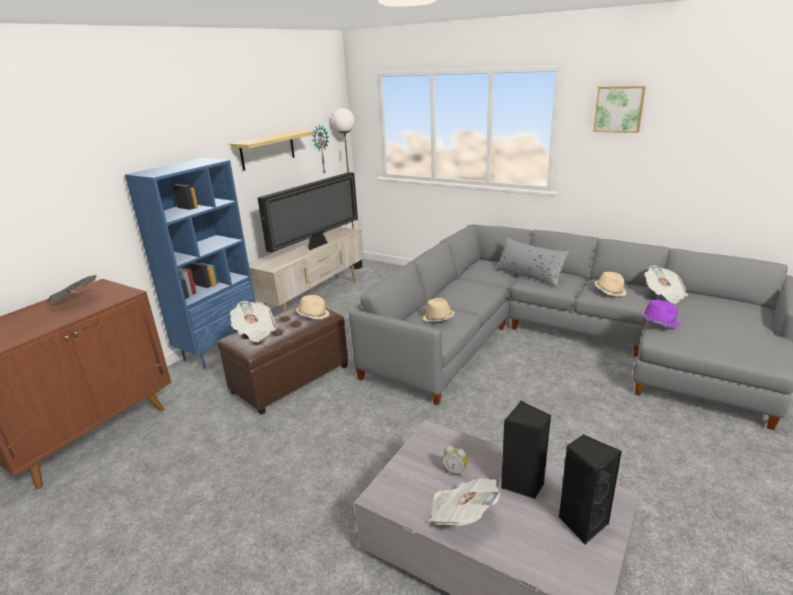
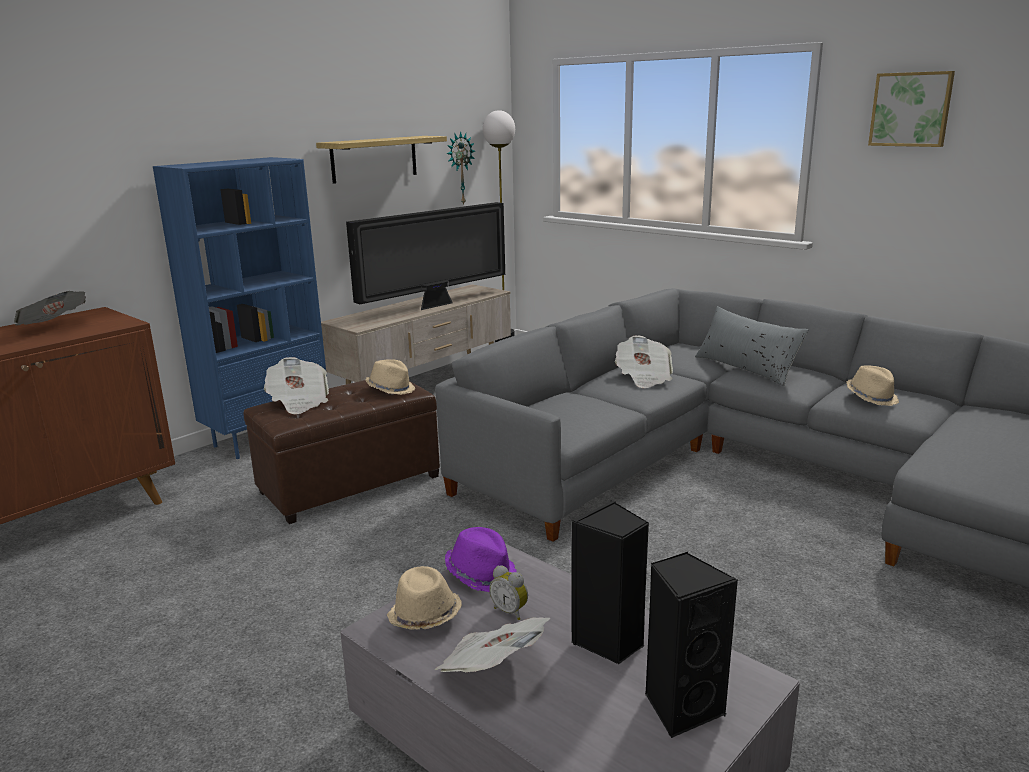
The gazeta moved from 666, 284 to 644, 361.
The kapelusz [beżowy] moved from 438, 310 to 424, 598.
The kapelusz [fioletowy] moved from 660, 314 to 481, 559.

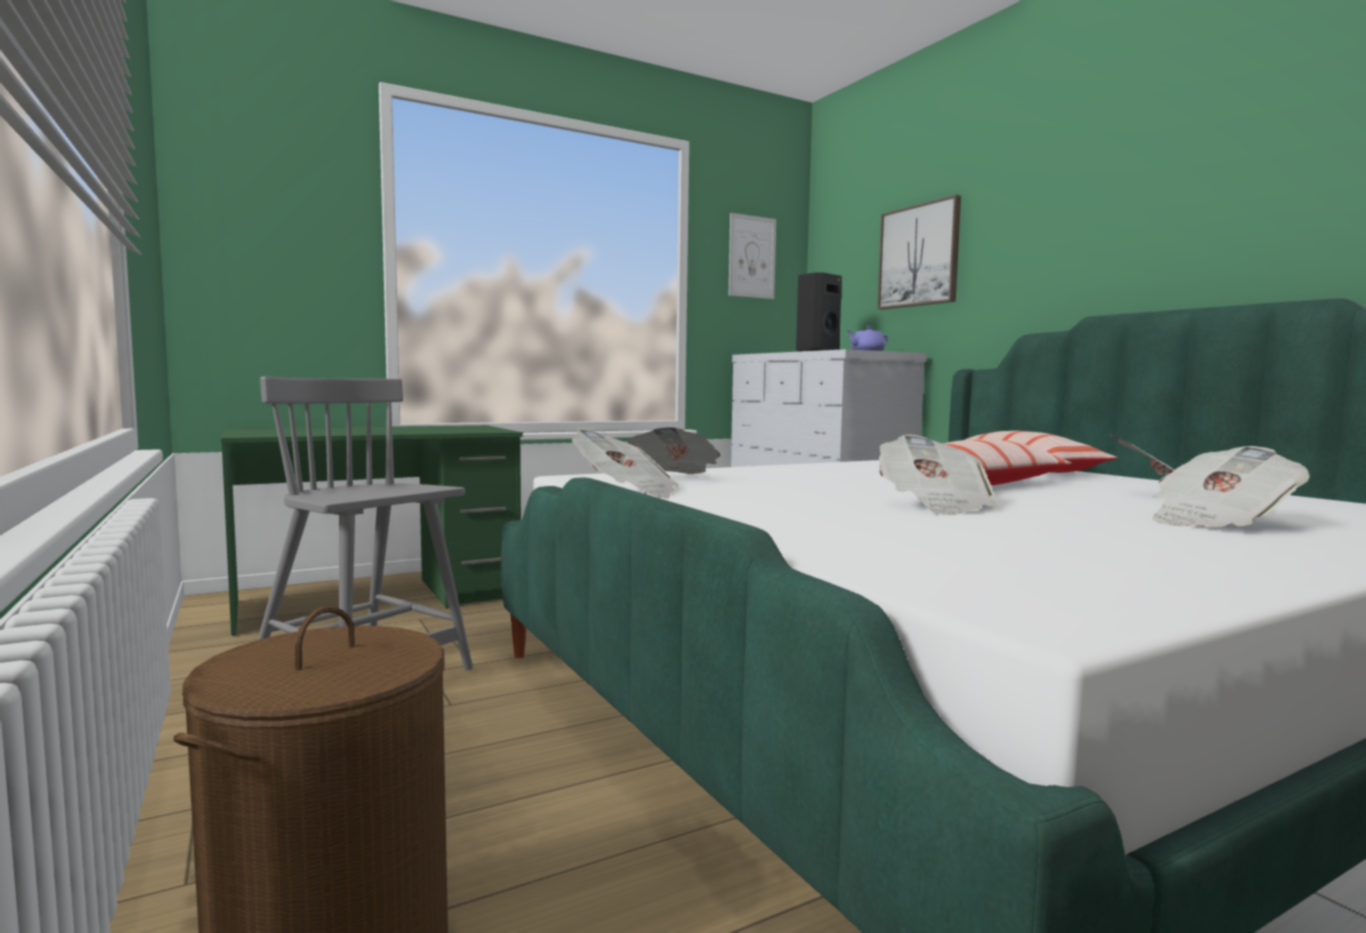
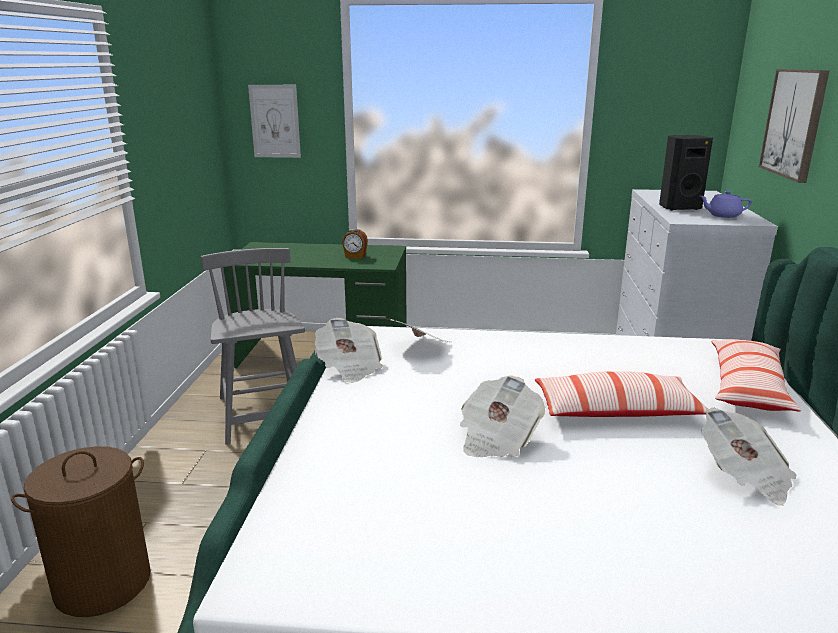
The obraz moved from 752, 256 to 274, 121.
The gazeta at 1231, 486 disappeared.
The budzik at 355, 244 appeared.

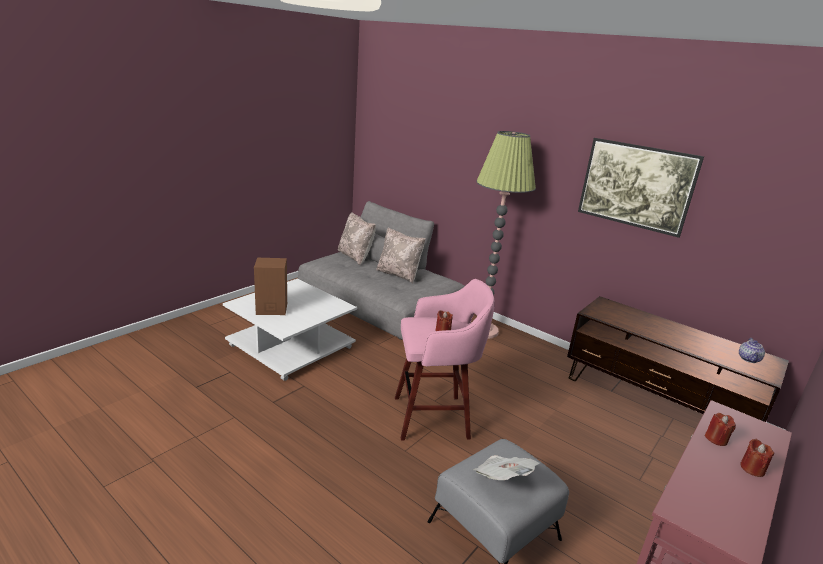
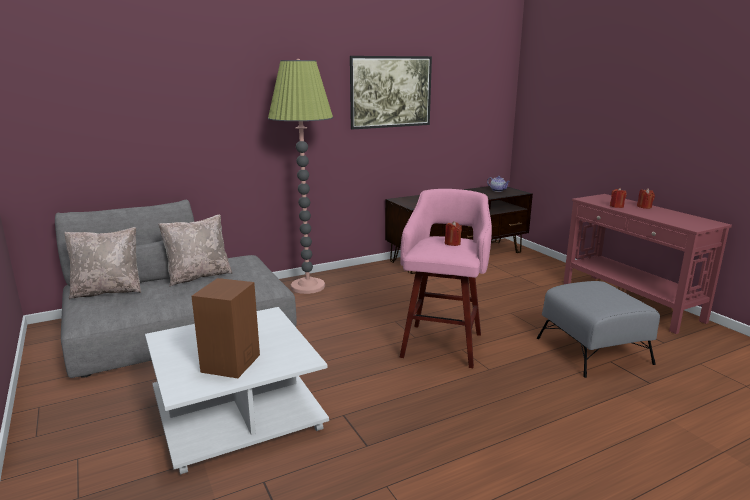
The gazeta at 506, 467 disappeared.

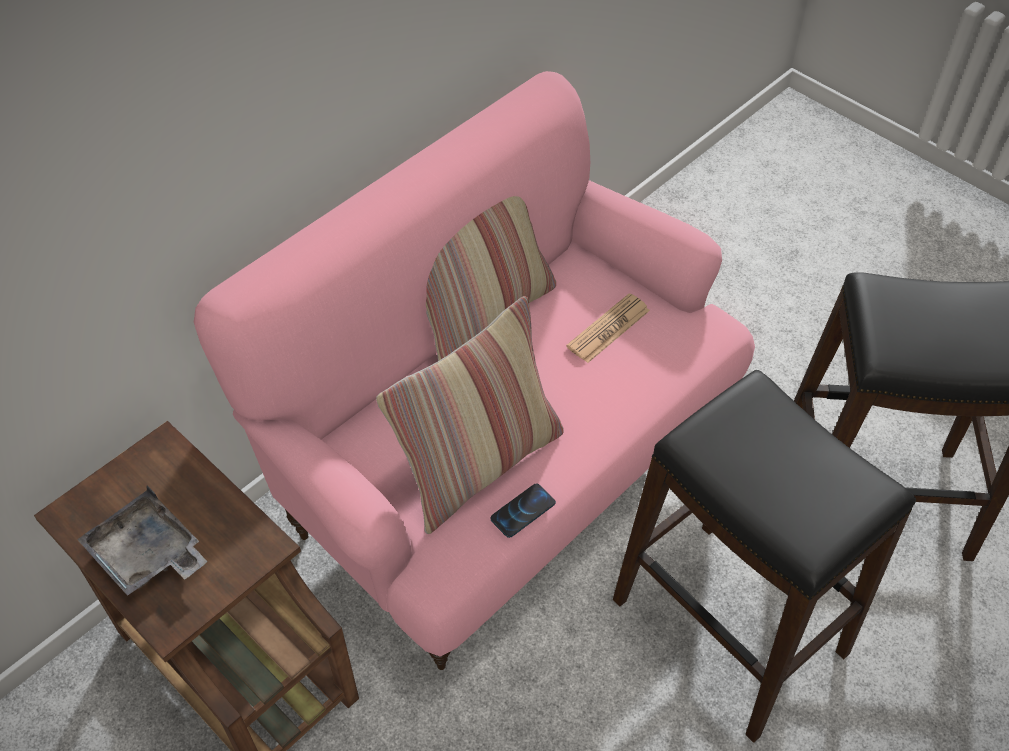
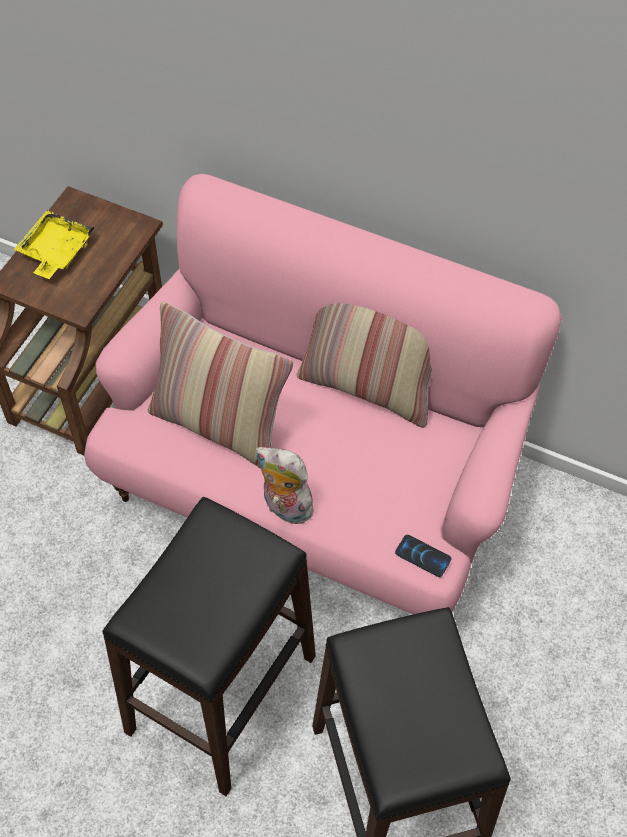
The gazeta at 608, 328 disappeared.
The telefon moved from 523, 510 to 423, 556.
The taca [szary] at 142, 541 became the taca [żółty] at 54, 244.
The pluszak at 287, 485 appeared.

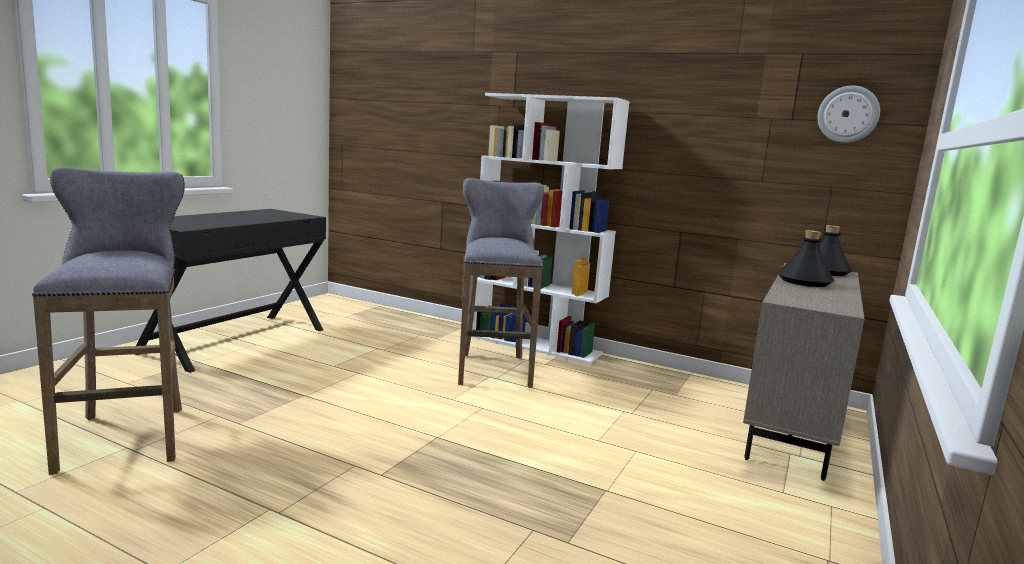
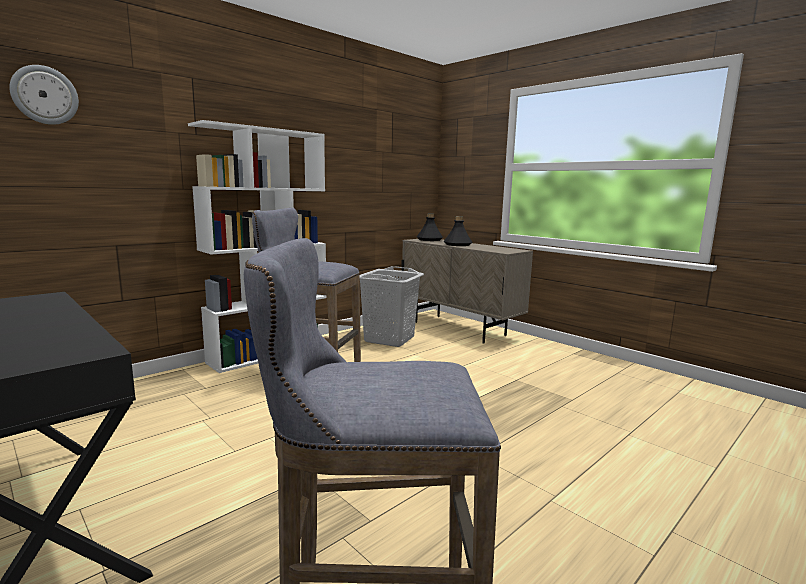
The zegar ścienny moved from 848, 114 to 44, 95.
The kosz na pranie [szary] at 392, 306 appeared.

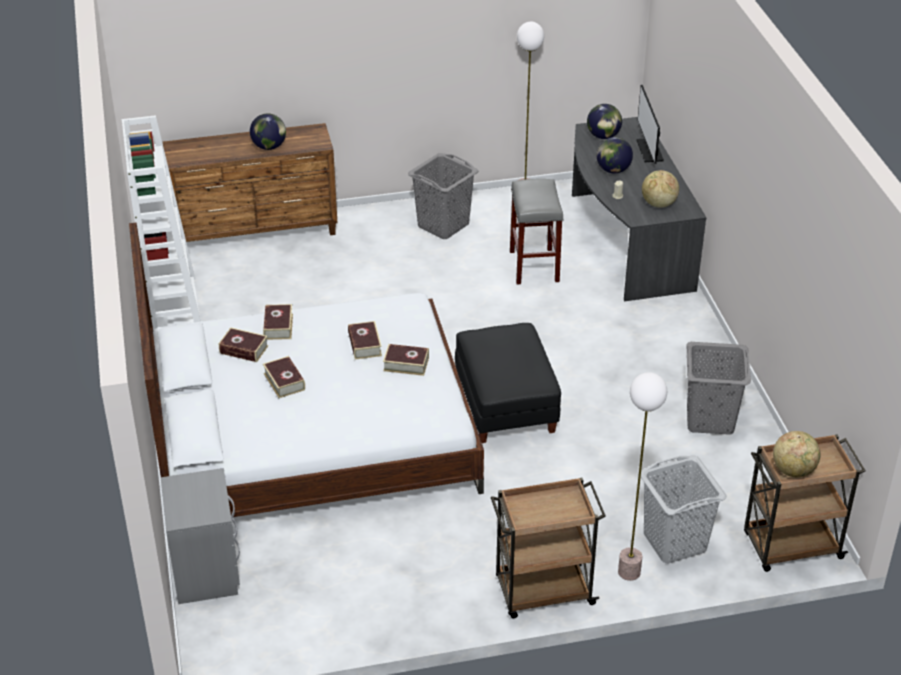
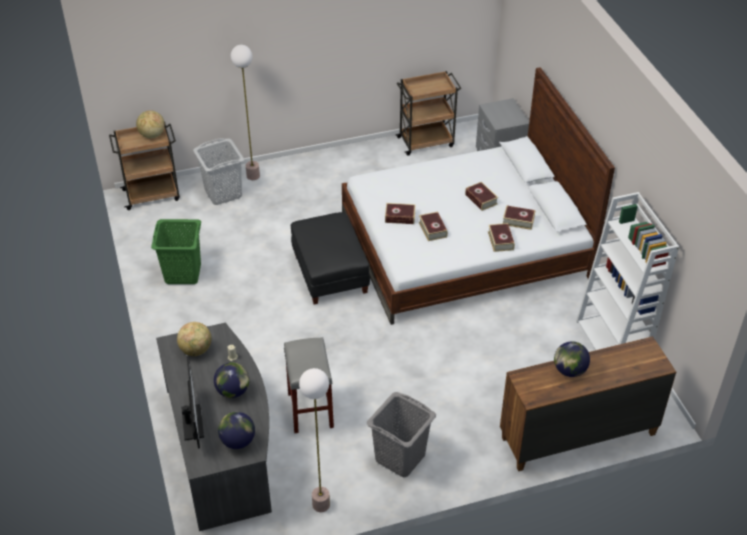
The kosz na pranie [szary] at 719, 388 became the kosz na pranie [zielony] at 176, 251.
The wózek [brązowy] moved from 548, 548 to 429, 113.

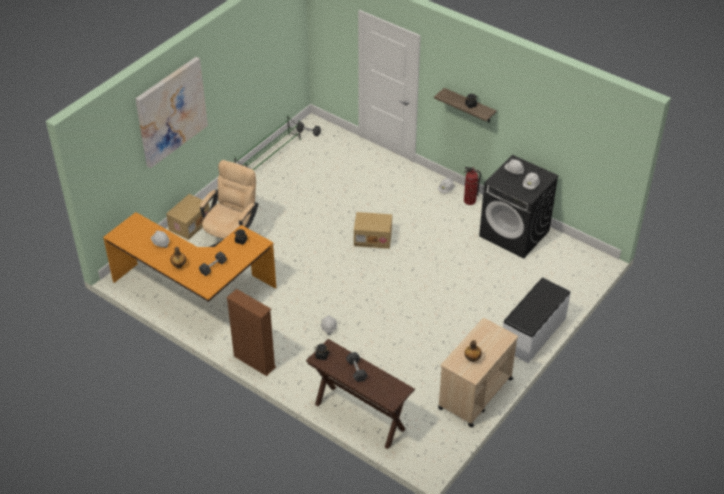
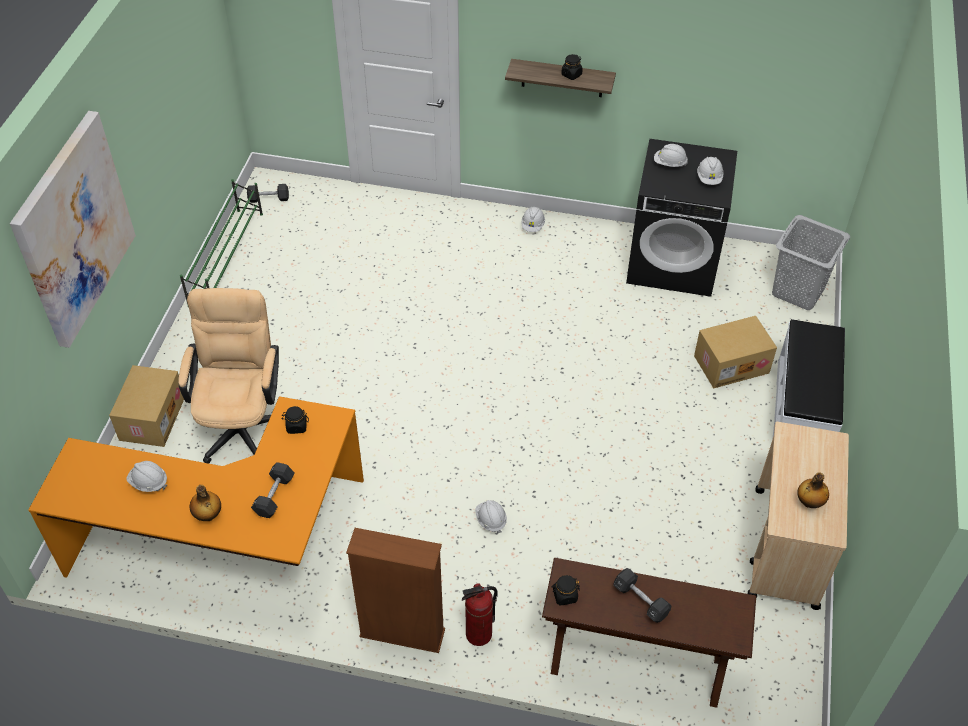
The gaśnica moved from 472, 186 to 479, 614.
The karton moved from 373, 230 to 735, 352.
The kosz na pranie [szary] at 811, 262 appeared.

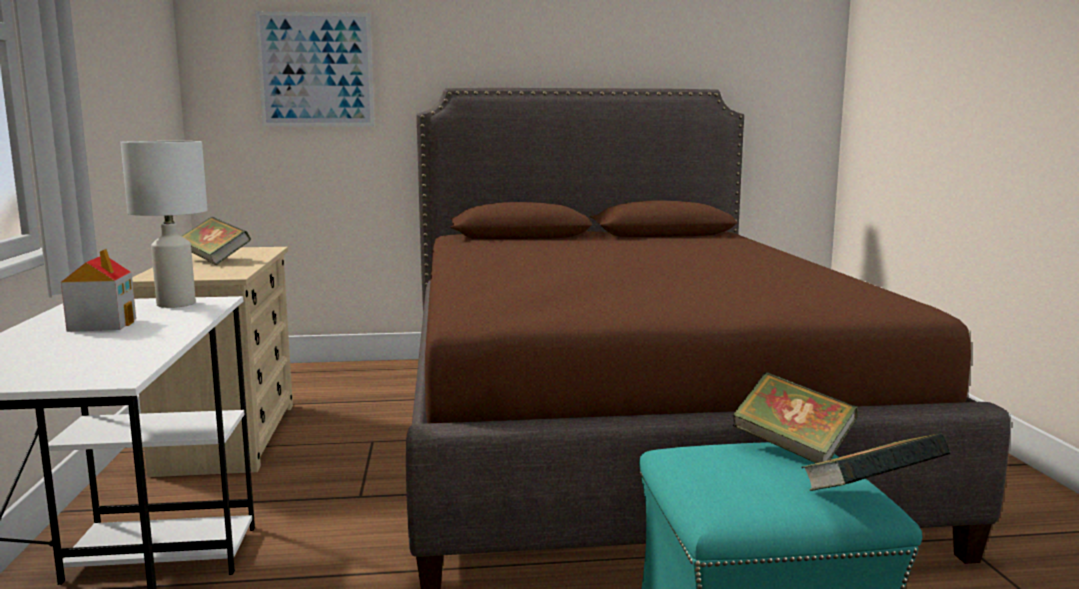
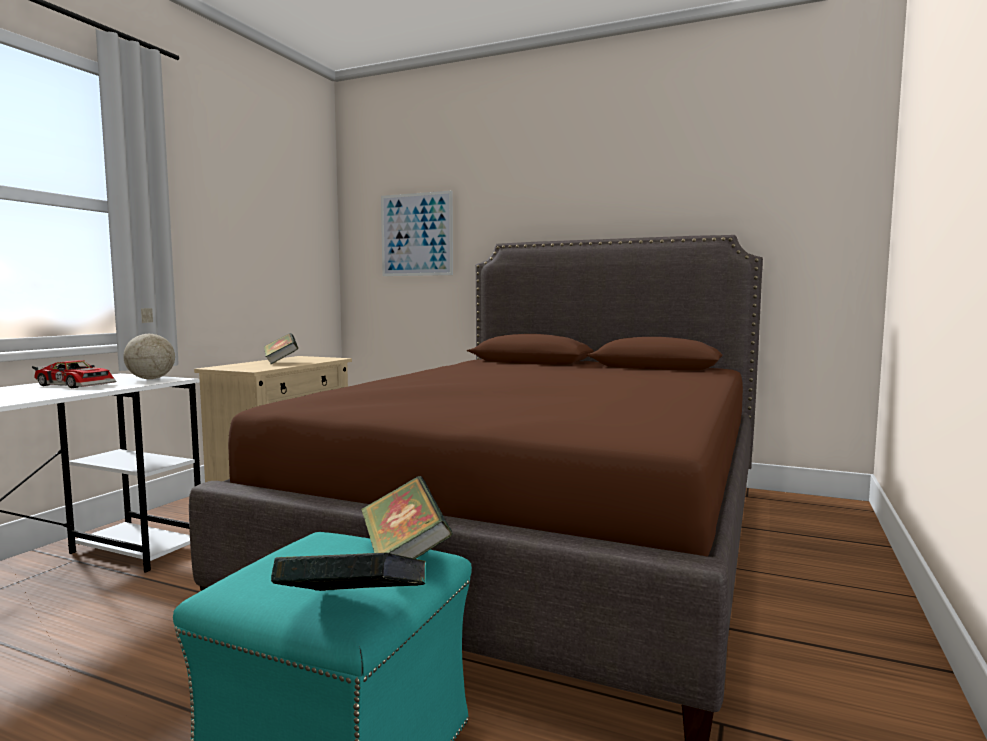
The lampa stołowa [biały] at 164, 224 was replaced by the globus at 149, 343.
The domek at 98, 290 was replaced by the samochodzik at 74, 374.

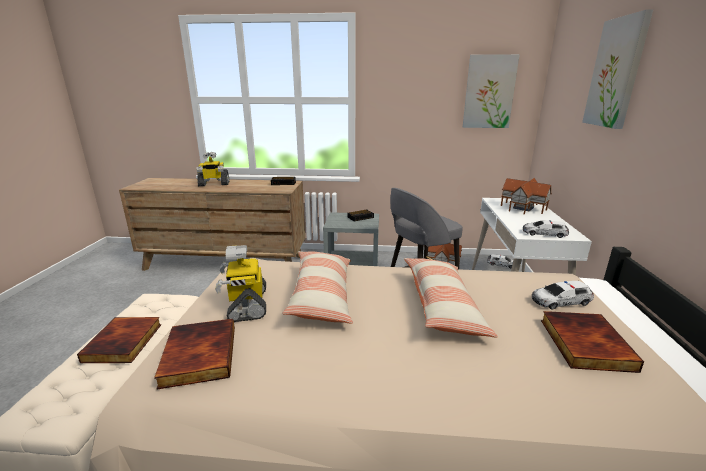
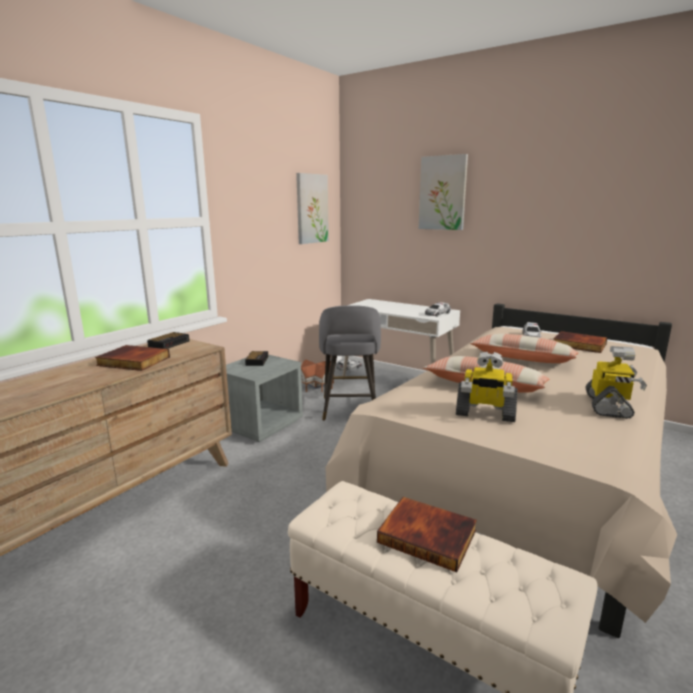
The robot zabawkowy moved from 213, 169 to 616, 382.
The domek at 526, 196 disappeared.
The książka moved from 194, 354 to 132, 358.

